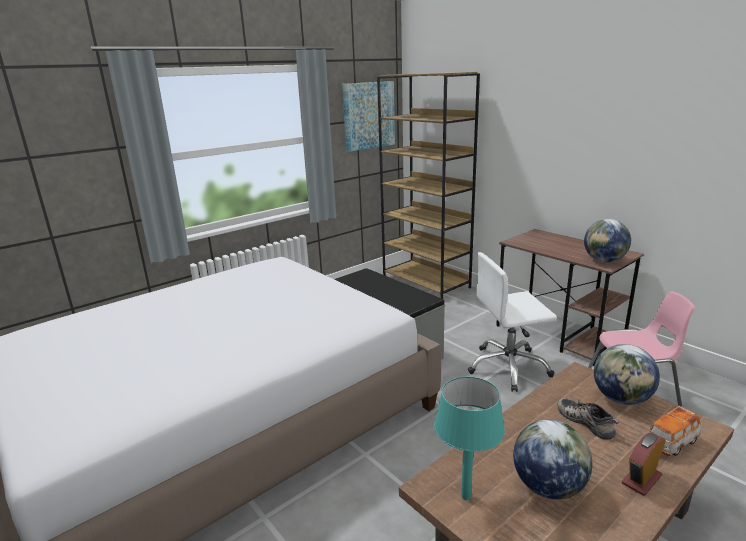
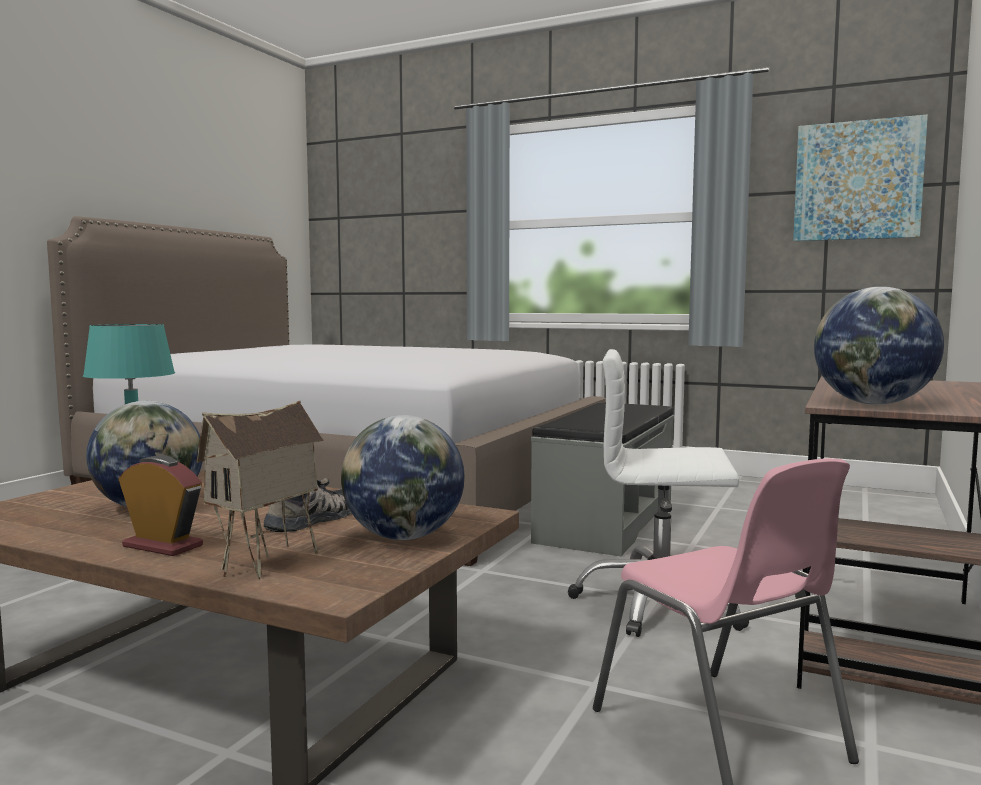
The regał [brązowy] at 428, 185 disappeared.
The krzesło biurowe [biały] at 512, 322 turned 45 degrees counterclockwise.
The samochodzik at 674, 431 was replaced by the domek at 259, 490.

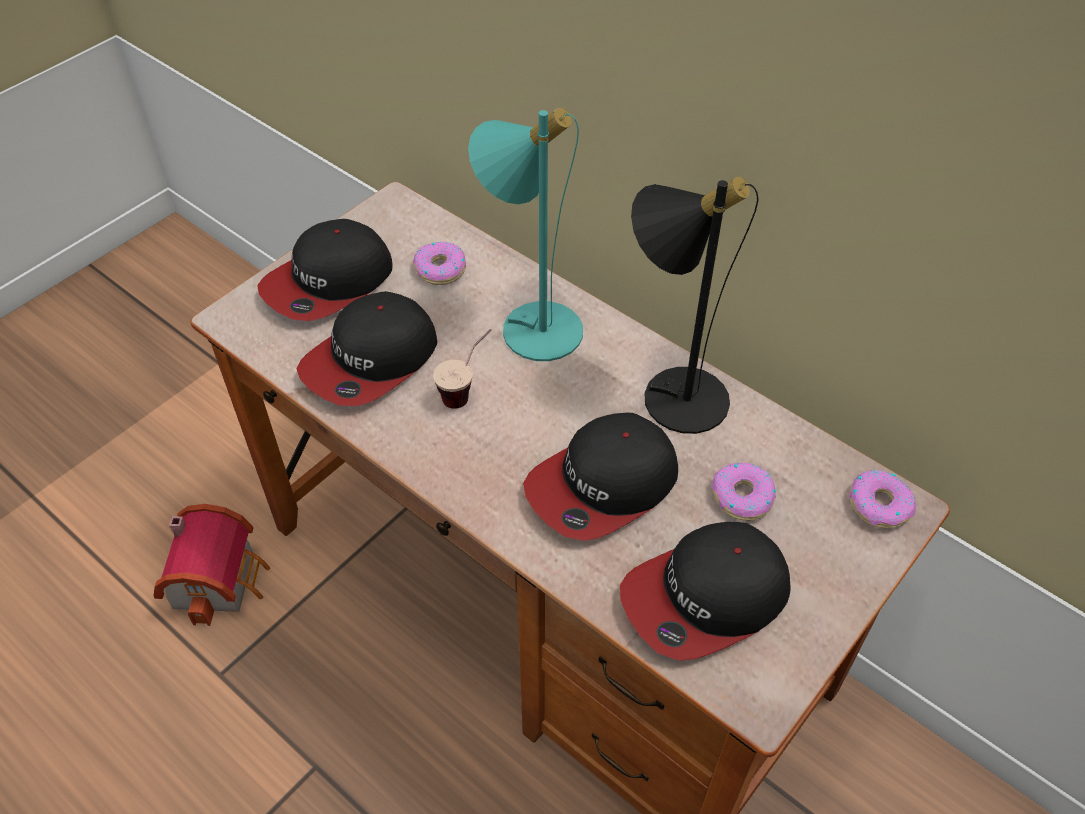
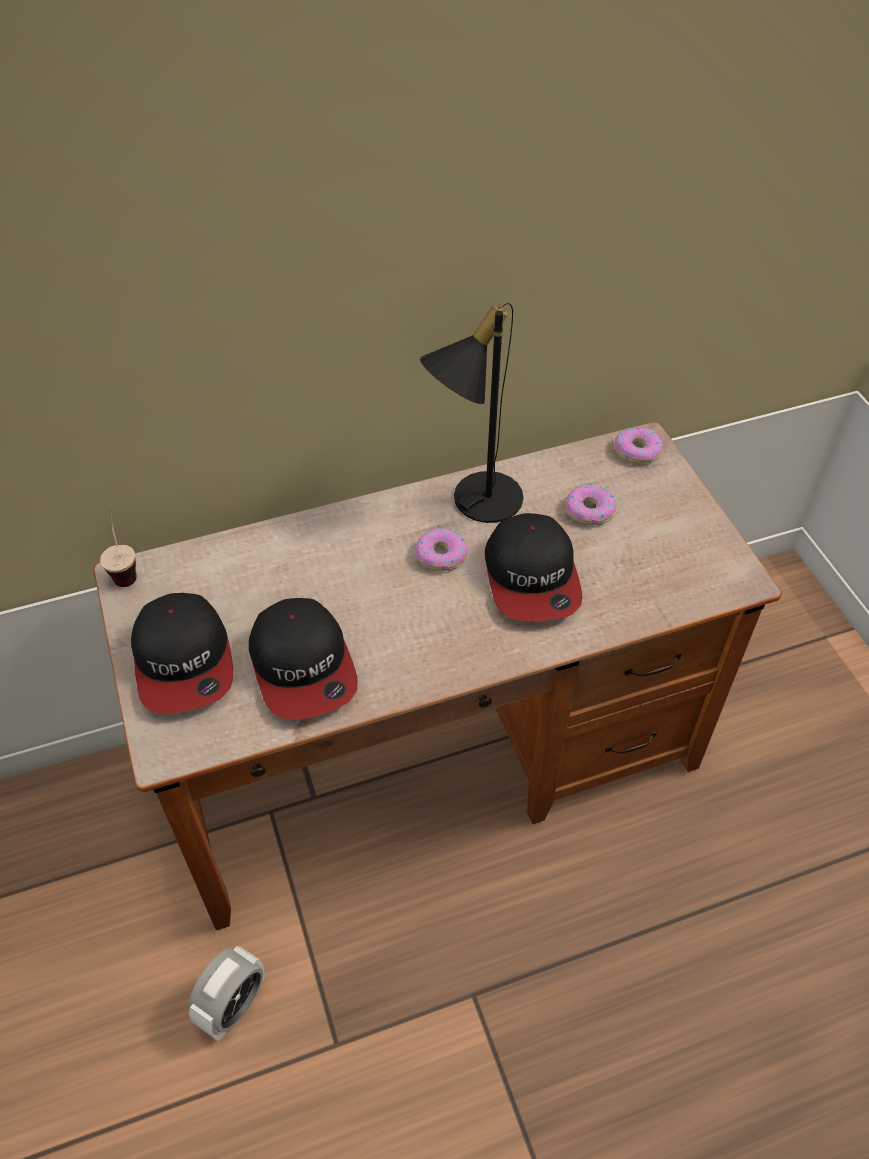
The lampa stołowa [turkusowy] at 525, 234 disappeared.
The donut moved from 439, 263 to 442, 549.
The filiżanka moved from 462, 369 to 118, 548.
The domek at 211, 565 was replaced by the budzik at 226, 993.
The czapka z daszkiem at 705, 591 disappeared.

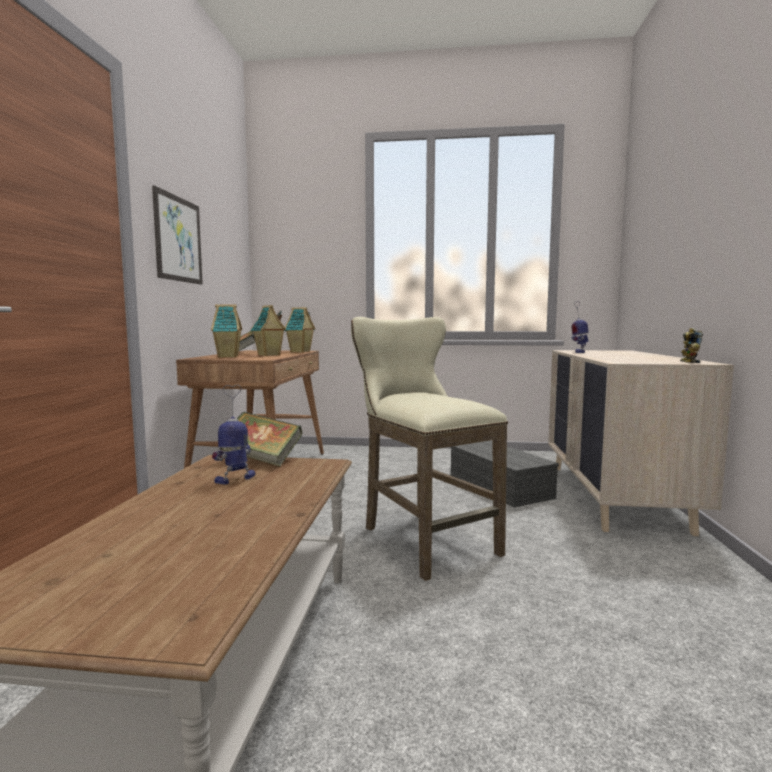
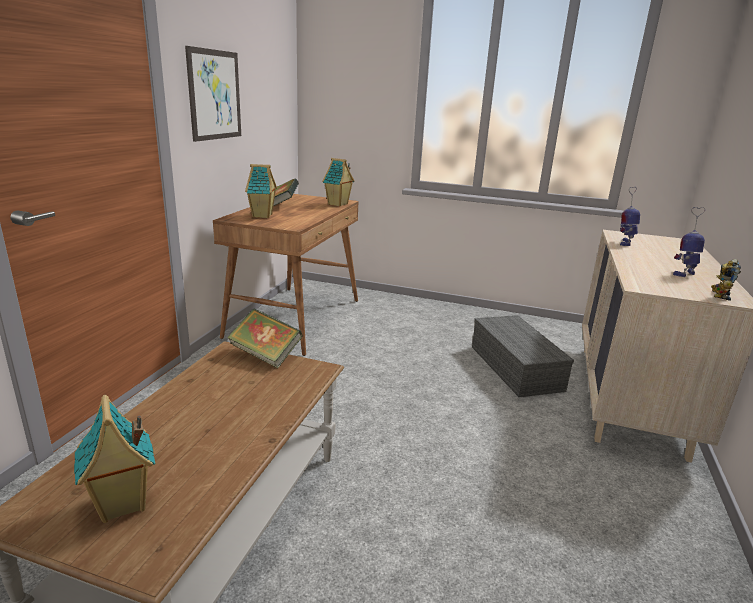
The domek moved from 268, 330 to 115, 459.
The stołek [beżowy] at 429, 449 disappeared.
The robot zabawkowy moved from 233, 435 to 689, 242.

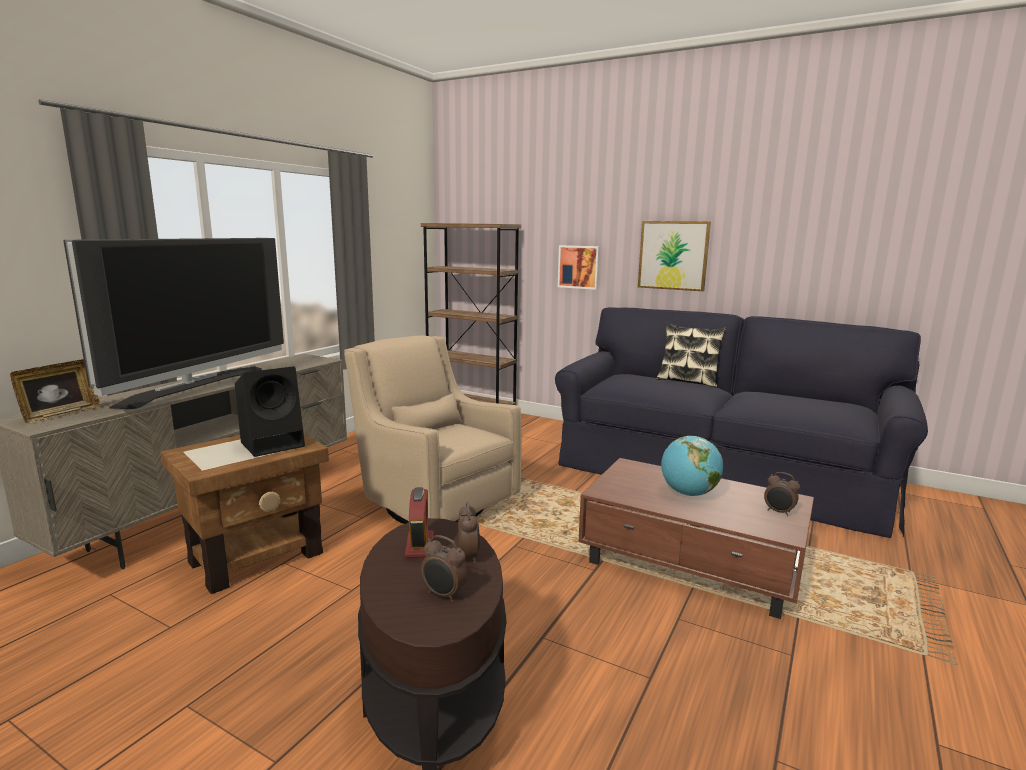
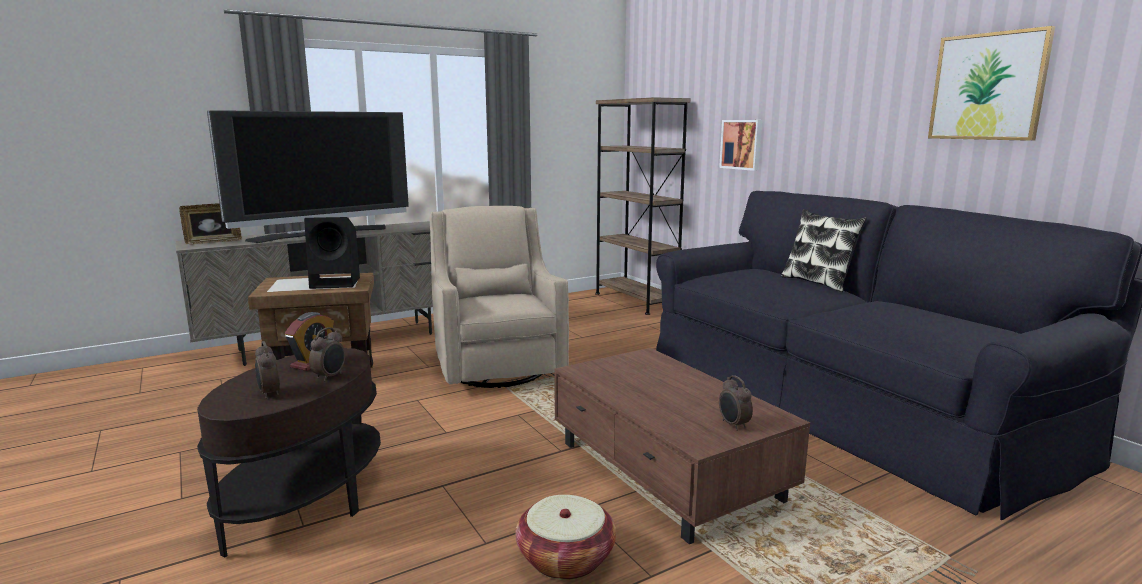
The obraz moved from 674, 256 to 991, 83.
The globus at 692, 466 disappeared.
The koszyk at 565, 537 appeared.

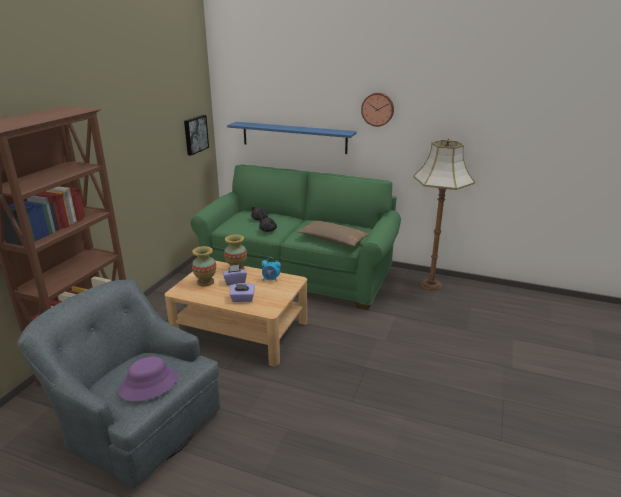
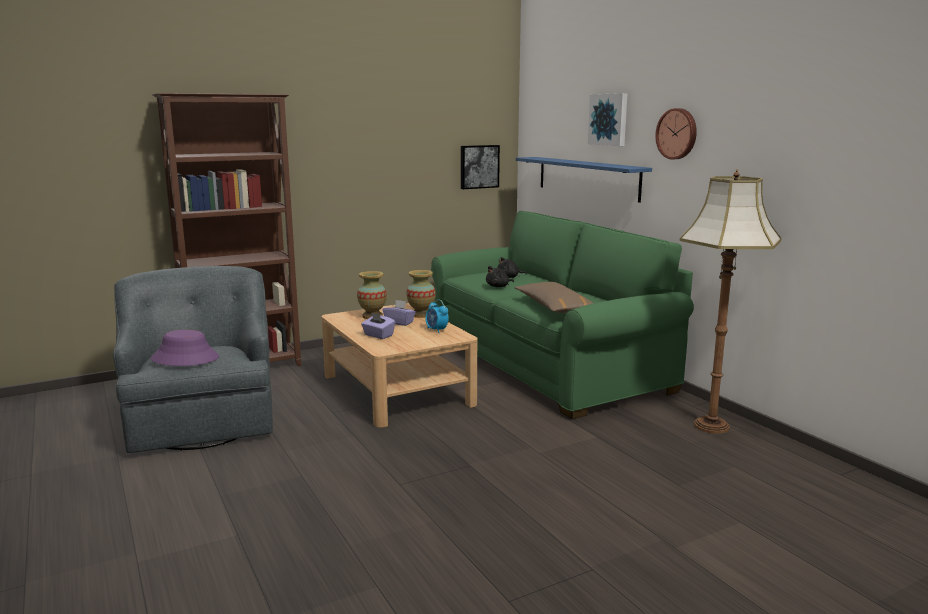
The obraz at 607, 119 appeared.

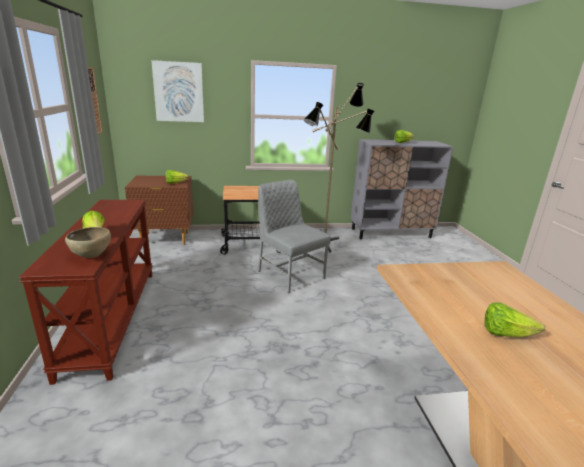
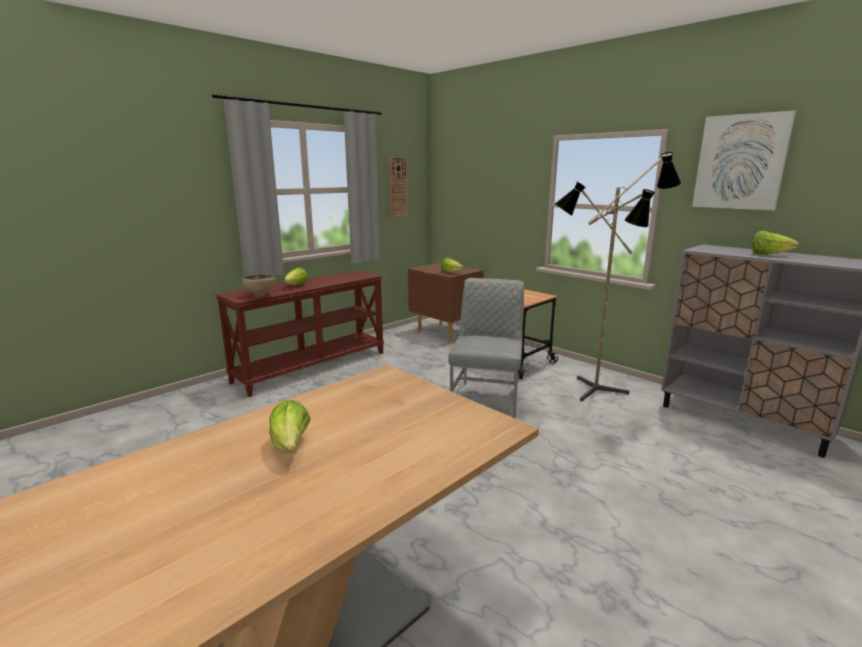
The obraz moved from 177, 91 to 744, 160.

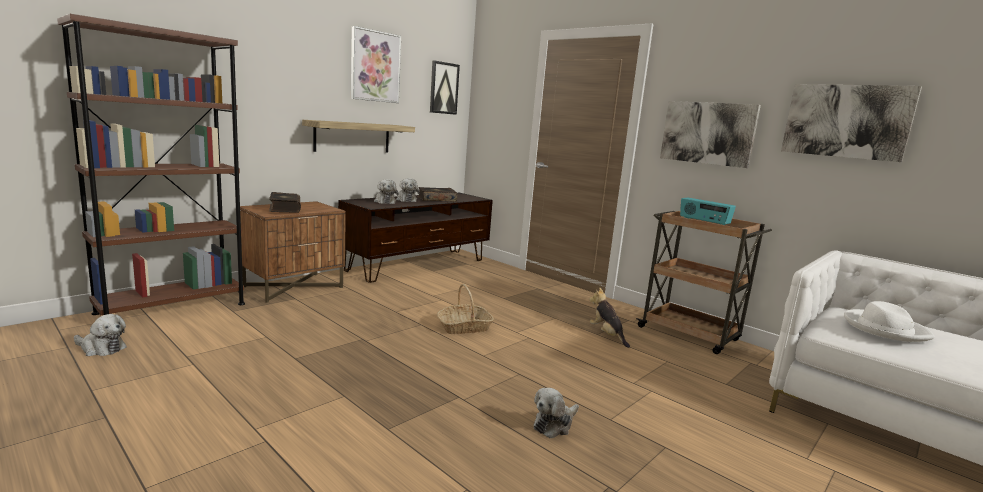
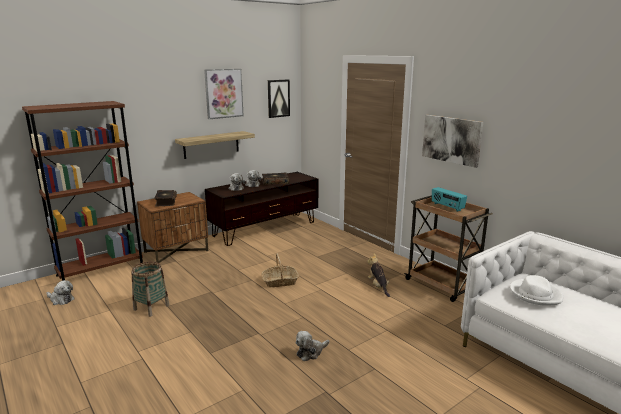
The obraz at 851, 123 disappeared.
The koszyk at 150, 289 appeared.

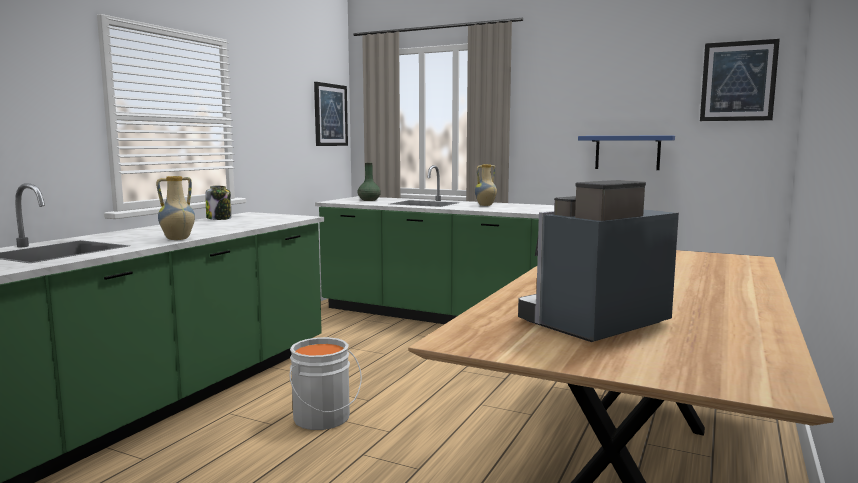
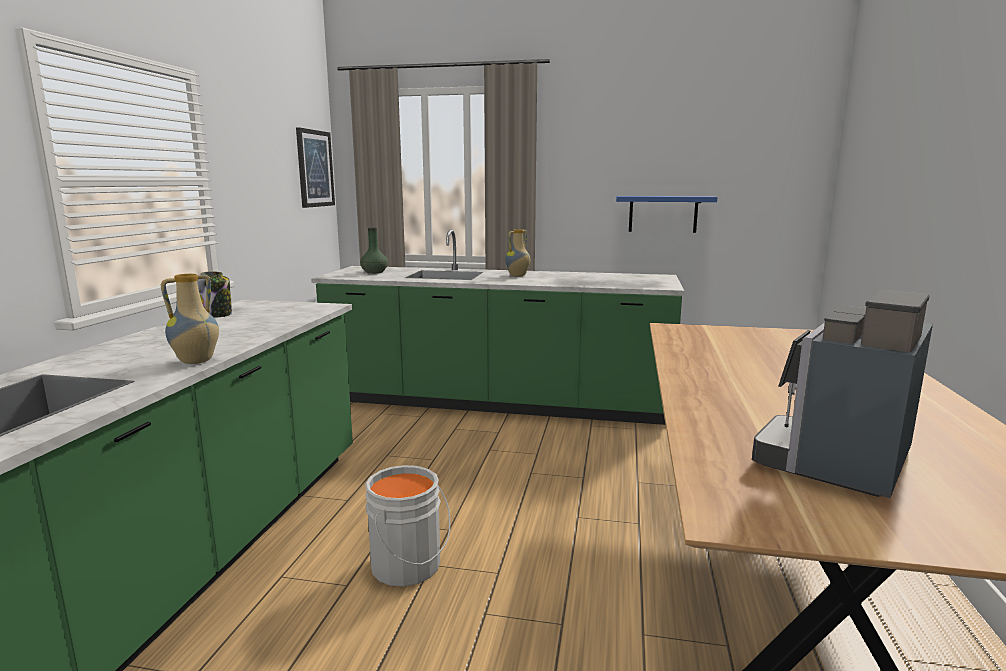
The obraz at 740, 80 disappeared.

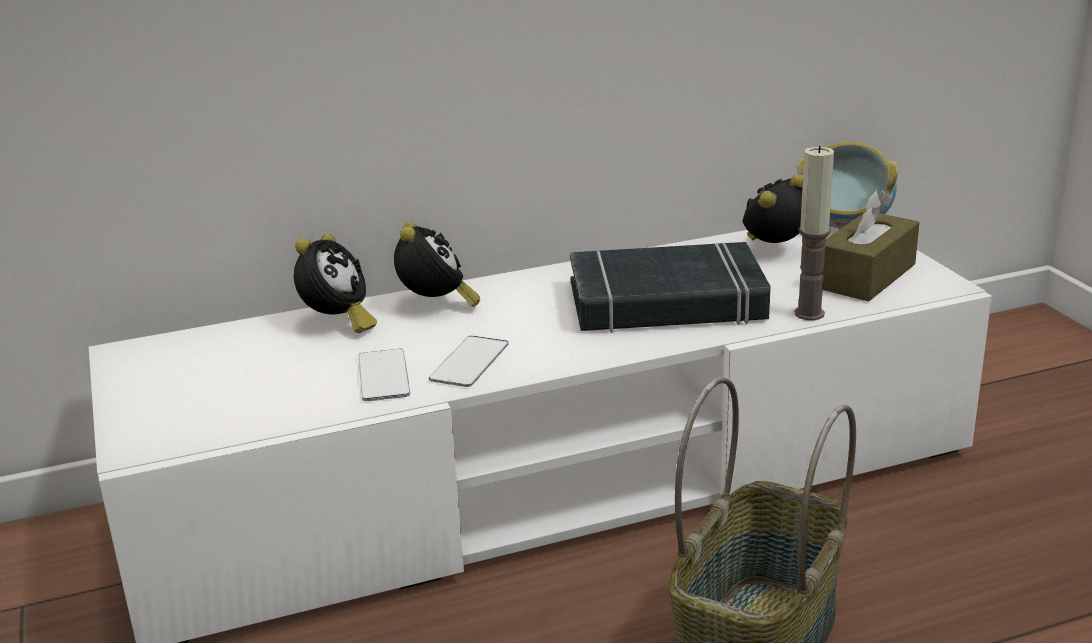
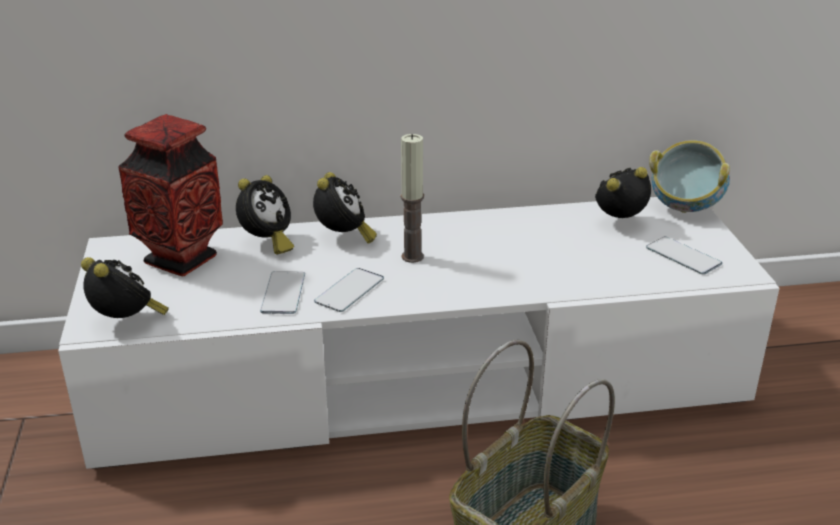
The świeca moved from 814, 233 to 412, 198.
The pudełko chusteczek [brązowy] at 870, 245 was replaced by the telefon at 684, 256.
The książka [czarny] at 670, 287 disappeared.
The wazon at 170, 195 appeared.
The budzik at 125, 287 appeared.

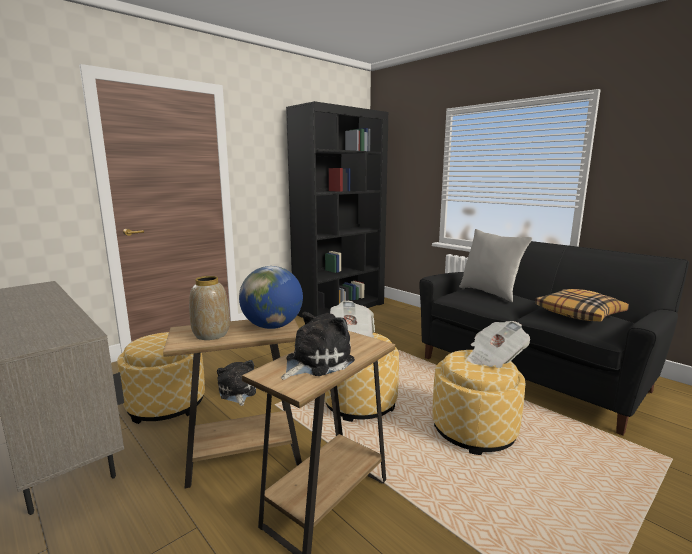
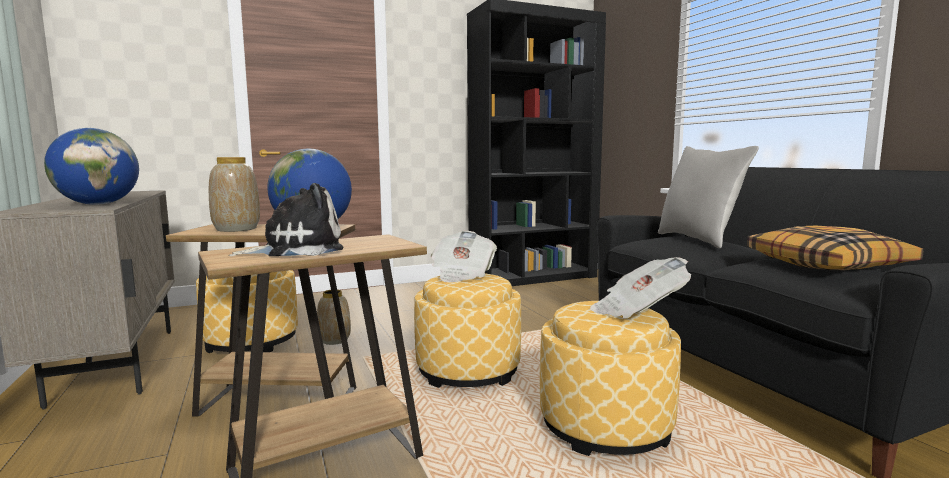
The pluszak at 236, 383 was replaced by the wazon at 334, 317.
The globus at 91, 166 appeared.

